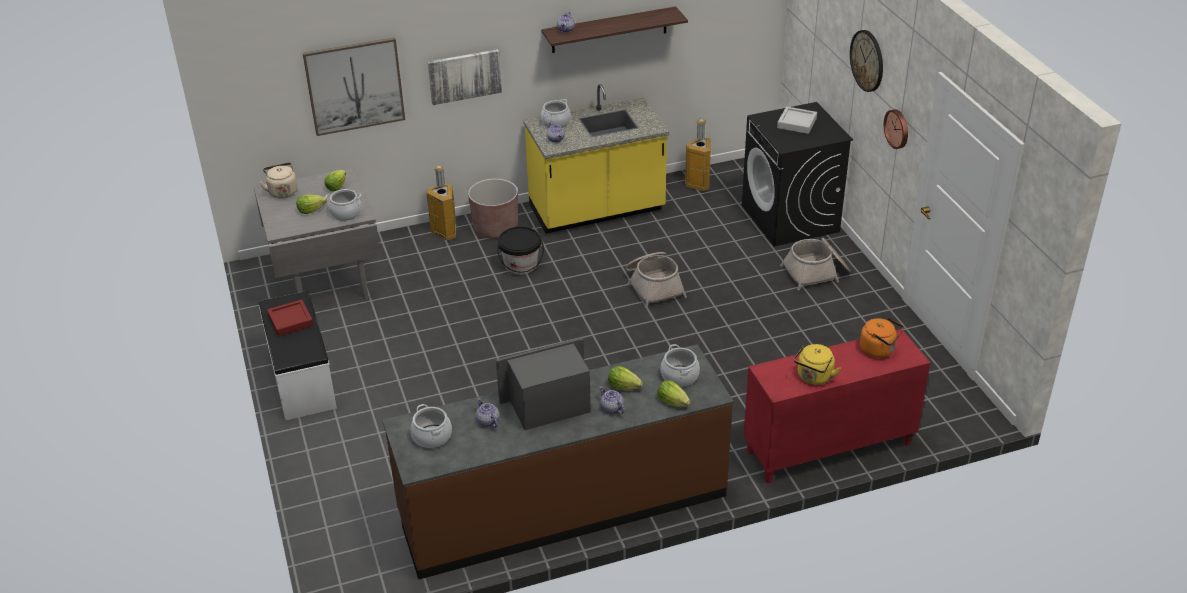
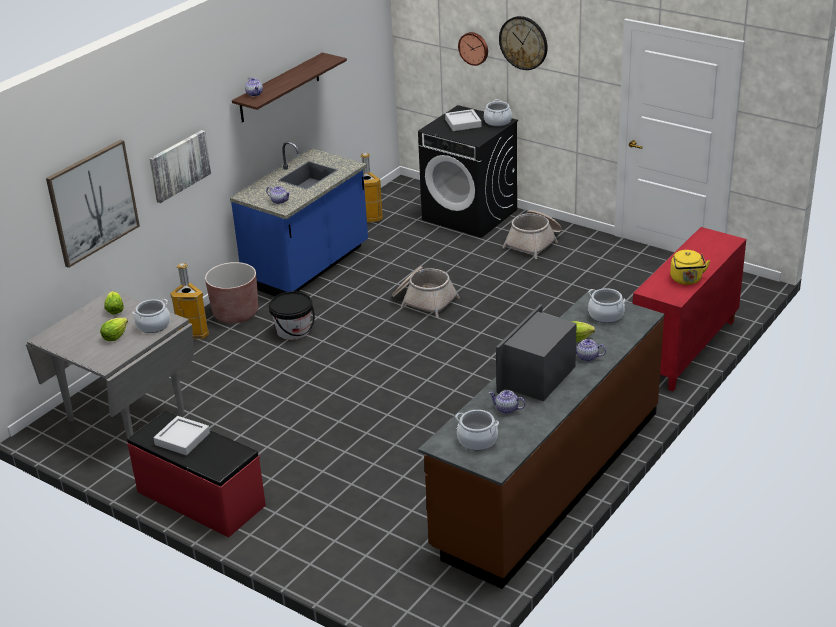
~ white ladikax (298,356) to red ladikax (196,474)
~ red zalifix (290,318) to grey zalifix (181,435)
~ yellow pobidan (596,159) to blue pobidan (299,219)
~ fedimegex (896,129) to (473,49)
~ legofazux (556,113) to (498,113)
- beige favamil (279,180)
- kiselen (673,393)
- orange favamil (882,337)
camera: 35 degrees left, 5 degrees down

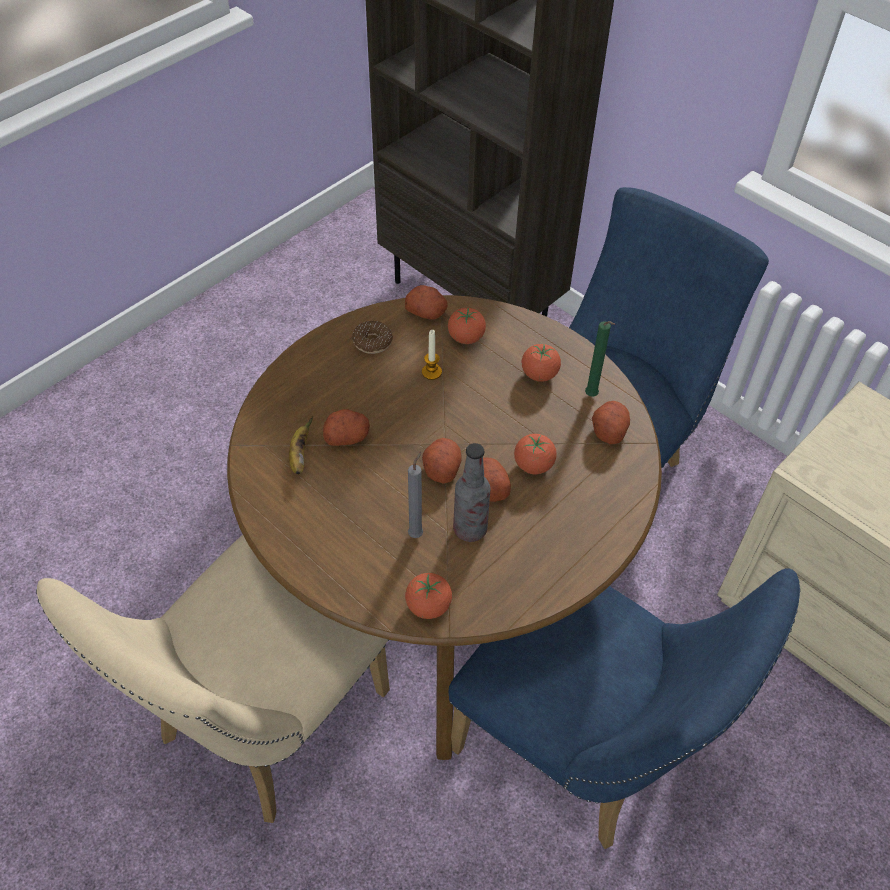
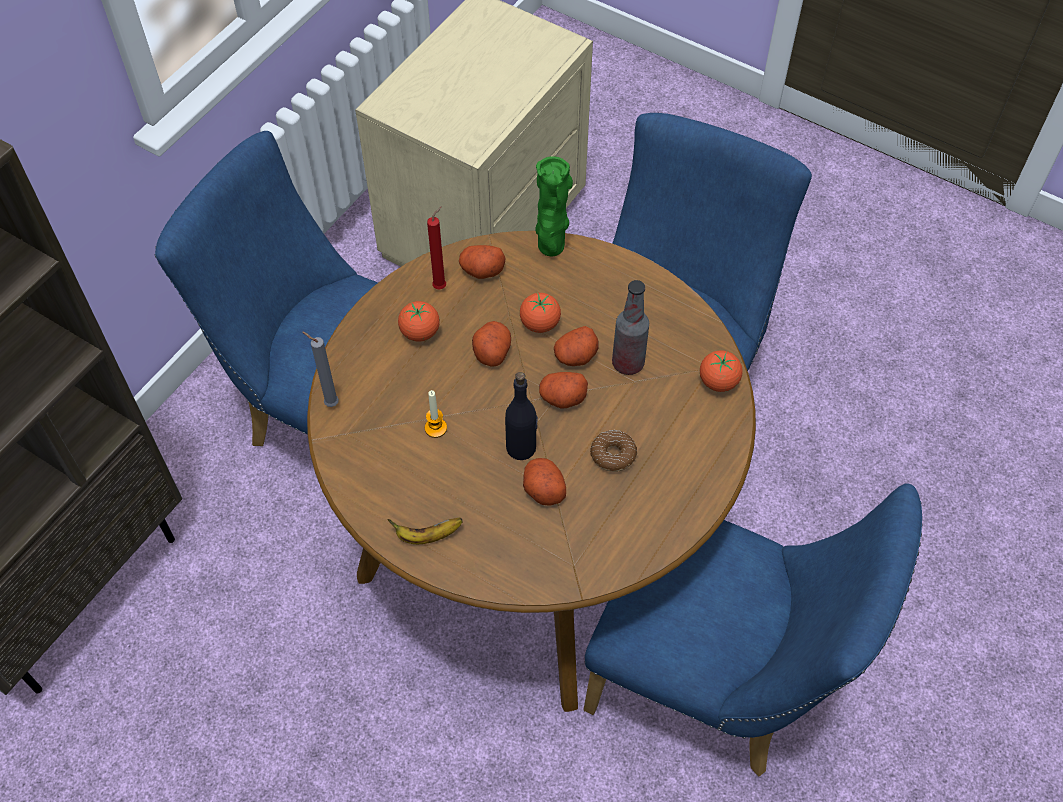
~ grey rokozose (415,495) to (321,369)
~ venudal (301,445) to (425,531)
~ green rokozose (600,359) to red rokozose (436,247)
~ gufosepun (426,302) to (491,344)
+ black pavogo (521,416)
+ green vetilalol (554,206)
~ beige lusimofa (213,679) to blue lusimofa (752,630)
~ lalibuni (372,337) to (613,451)
- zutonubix (467,326)
camera: 100 degrees left, 5 degrees up

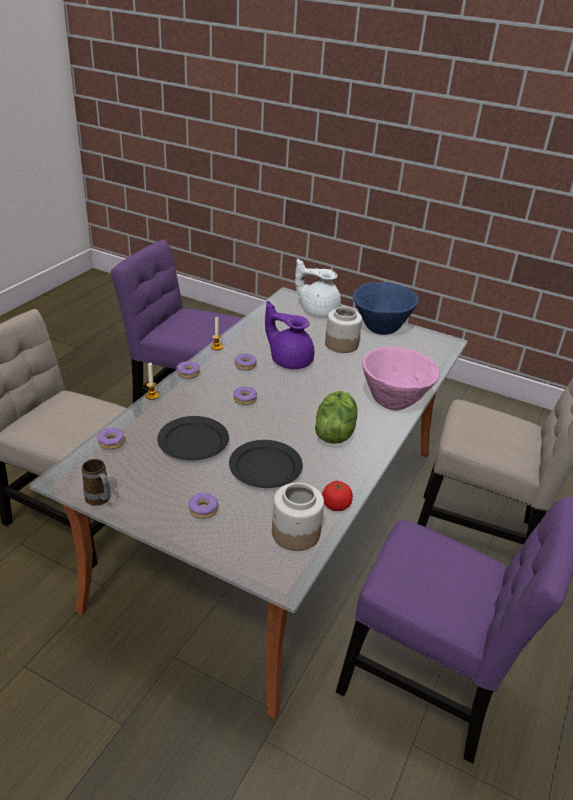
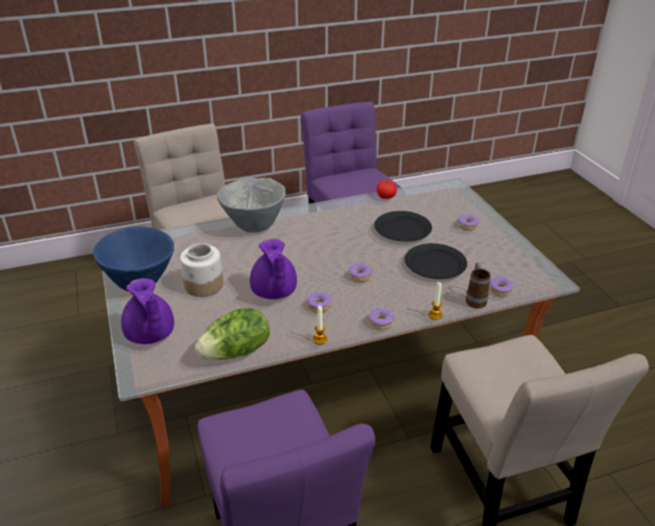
~ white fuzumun (318,288) to purple fuzumun (147,311)
~ kiselen (336,417) to (232,334)
~ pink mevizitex (400,379) to grey mevizitex (251,205)
~ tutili (96,482) to (478,285)
- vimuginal (298,517)
camera: 135 degrees left, 0 degrees up

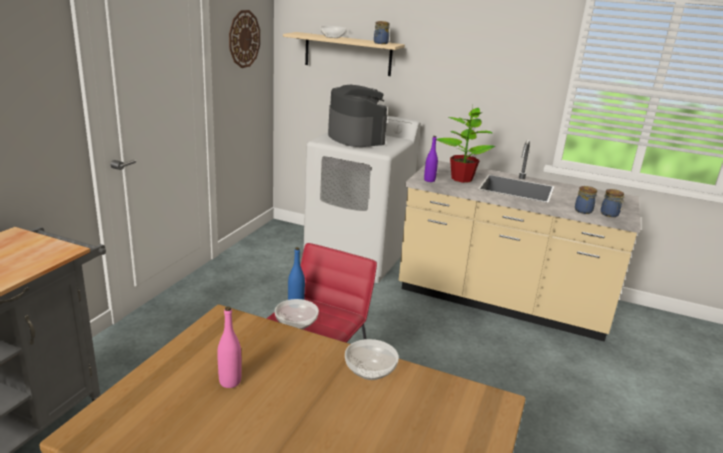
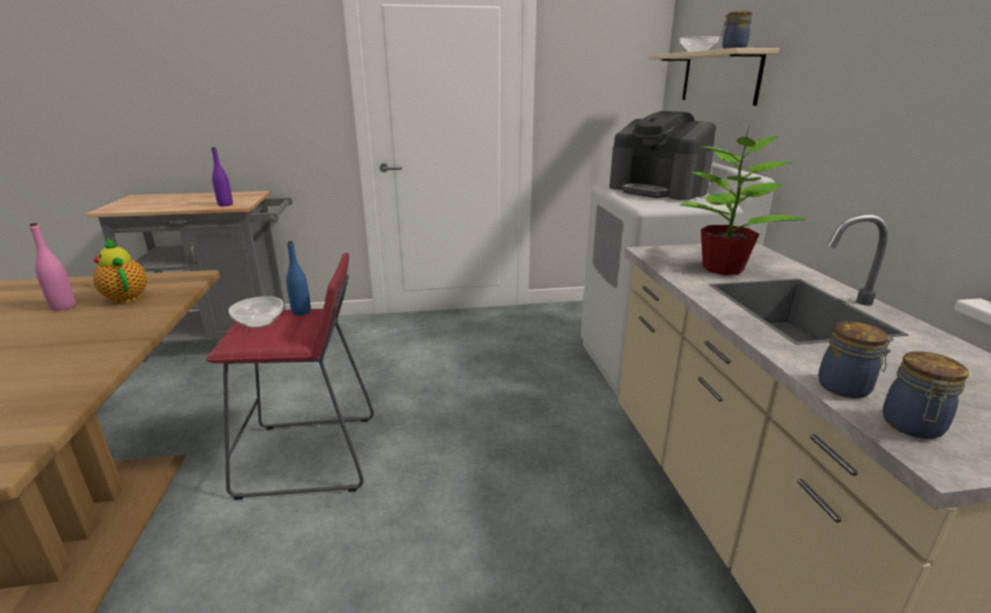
+ fuzumun (120,270)
~ purple pavogo (431,159) to (222,176)
~ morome (357,116) = (662,155) 105 degrees clockwise
- fedimegex (244,39)
- mevizitex (372,359)
camera: 60 degrees right, 0 degrees up

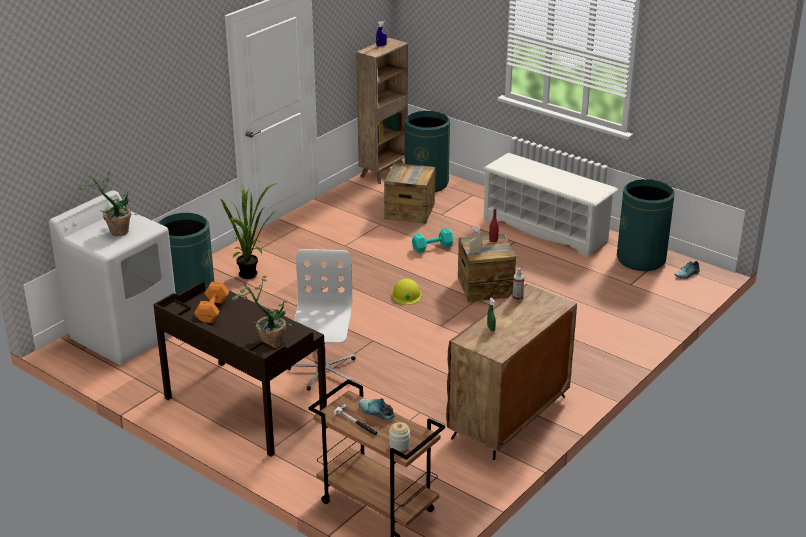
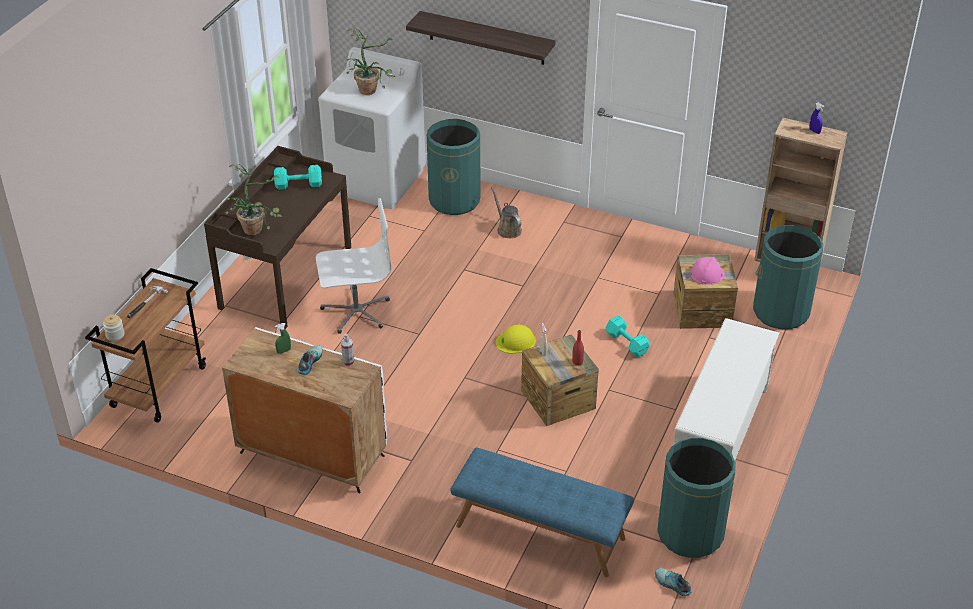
~ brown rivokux (511,371) to white rivokux (304,410)
~ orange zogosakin (211,302) to turquoise zogosakin (298,177)
~ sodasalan (377,409) to (310,360)
+ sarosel (481,38)
+ blue ladikax (542,512)
~ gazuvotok (249,231) to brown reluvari (506,212)
+ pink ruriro (707,271)
camera: 75 degrees right, 10 degrees up

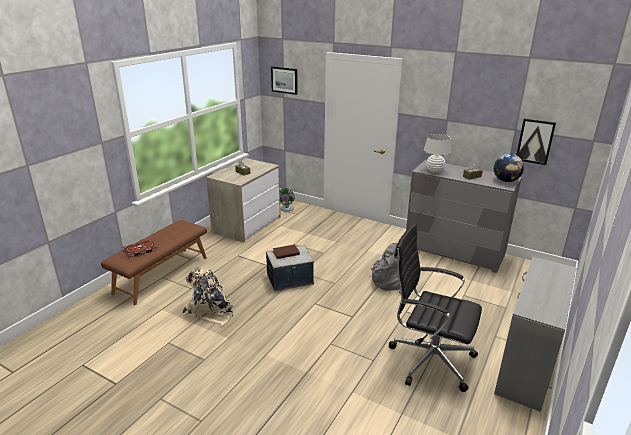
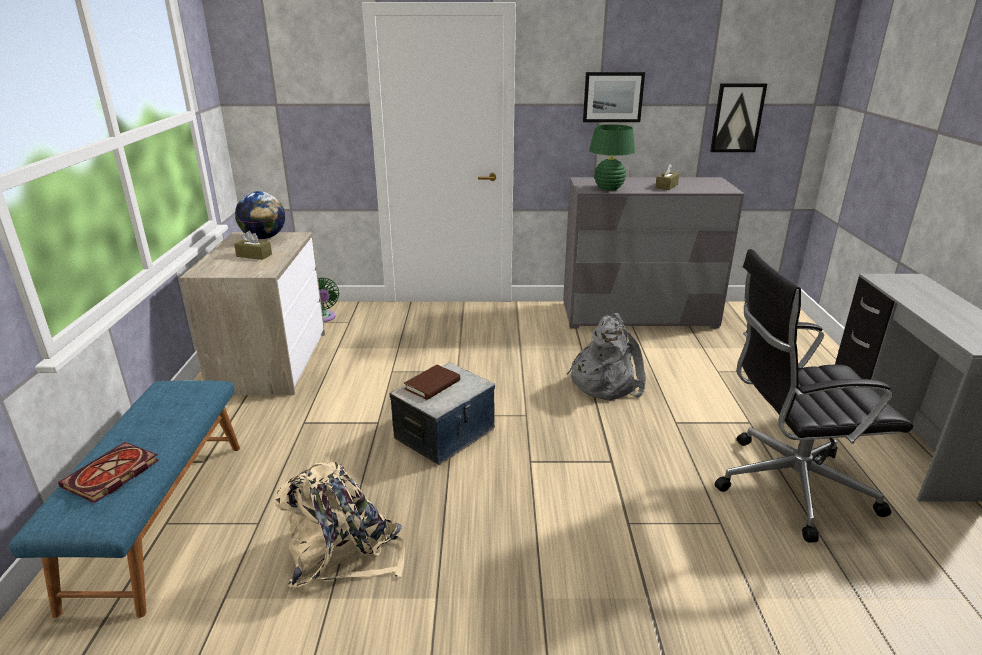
~ brown ladikax (154,262) to blue ladikax (124,499)
~ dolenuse (509,168) to (260,215)
~ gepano (284,80) to (614,97)
~ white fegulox (437,153) to green fegulox (612,157)
camera: 30 degrees left, 0 degrees up

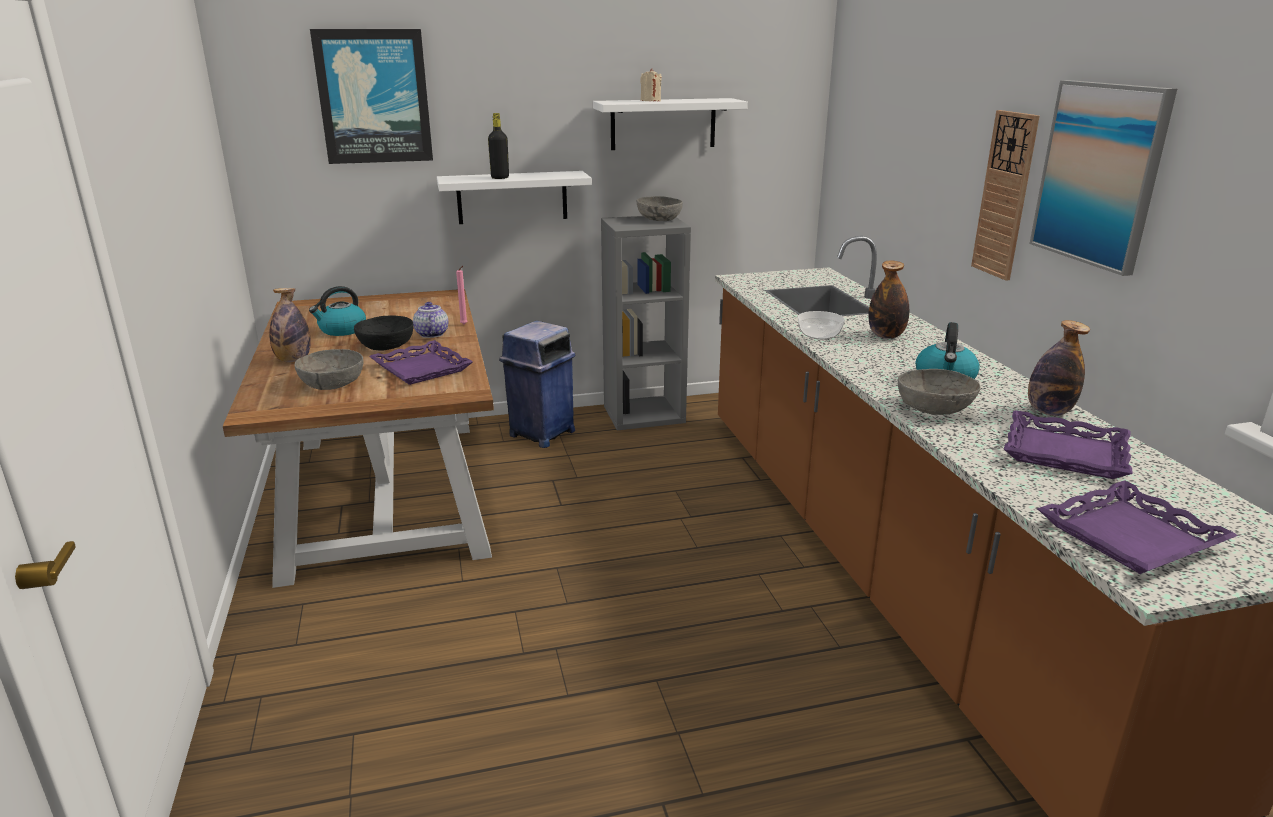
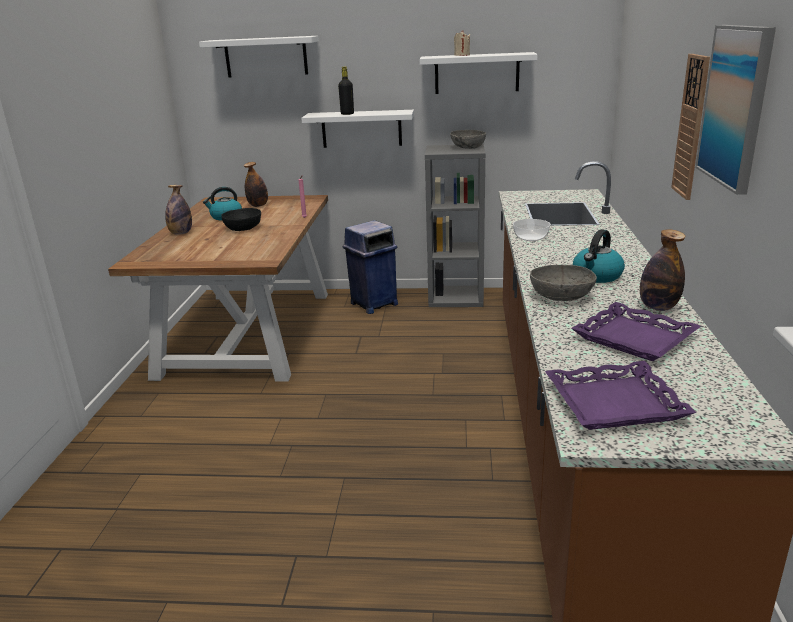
~ gepano (371,96) to white sarosel (259,57)
~ pavogo (888,299) to (256,184)
- grey mevizitex (328,369)
- purple zalifix (421,362)
- fuzumun (431,320)
camera: 20 degrees right, 0 degrees up

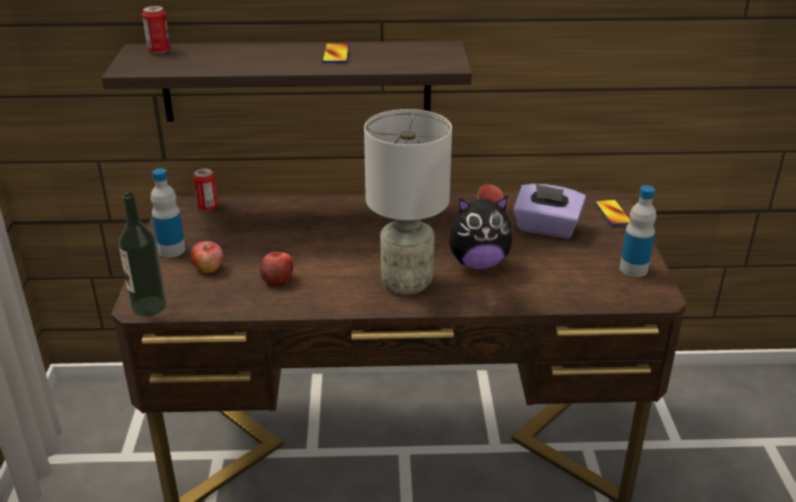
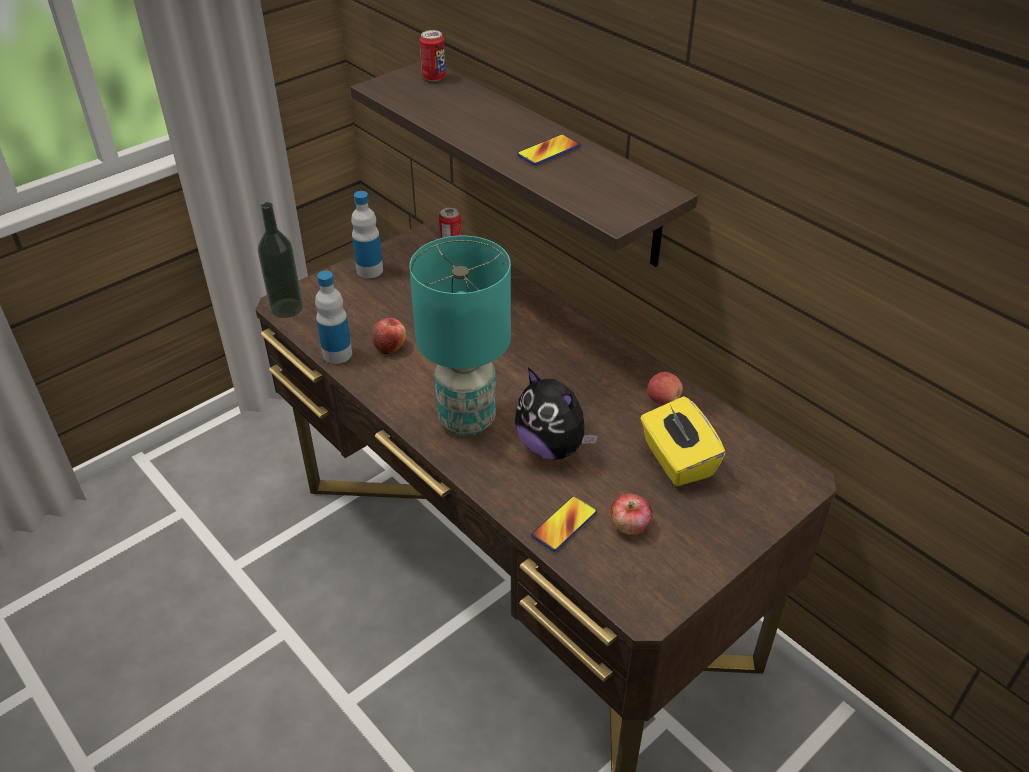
~ pavogo (638,231) to (333,317)
~ grey fegulox (408,202) to turquoise fegulox (460,336)
~ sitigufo (612,212) to (564,524)
~ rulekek (206,257) to (631,514)
~ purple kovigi (549,211) to yellow kovigi (683,441)
camera: 50 degrees right, 10 degrees up

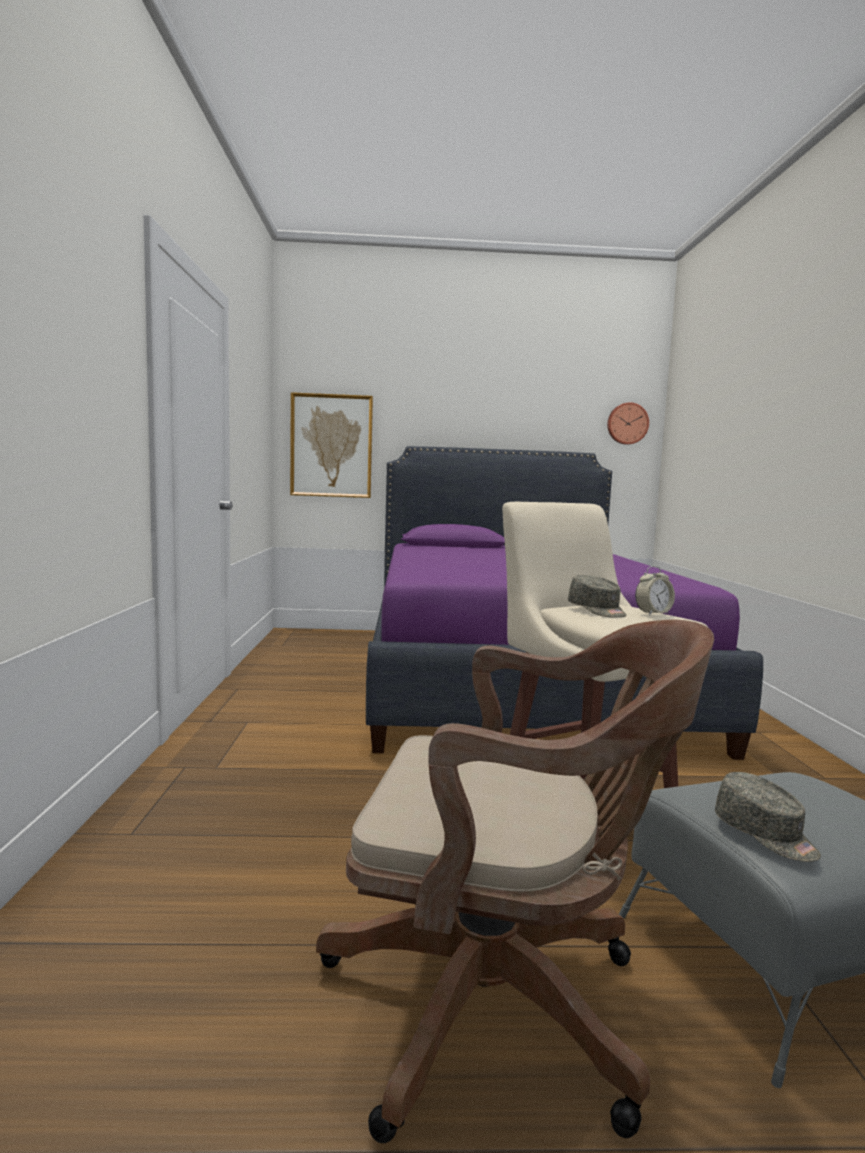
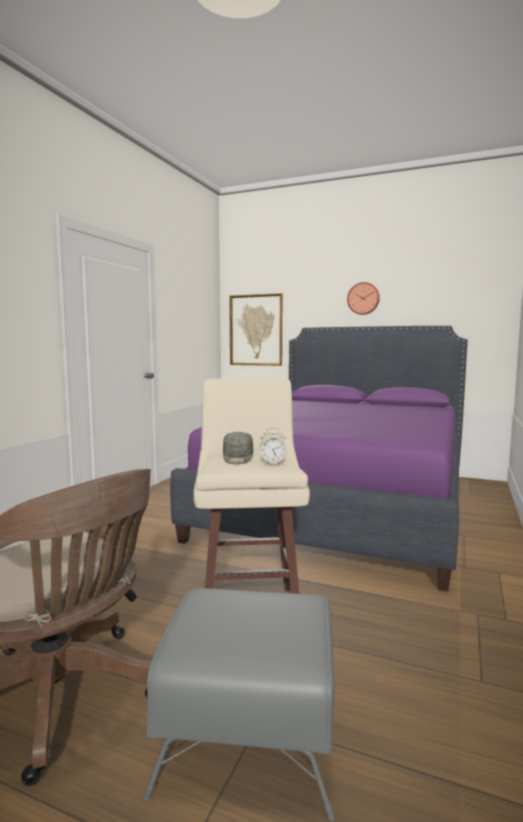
~ fedimegex (628,423) to (363,298)
- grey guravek (768,817)
camera: 25 degrees right, 0 degrees up

